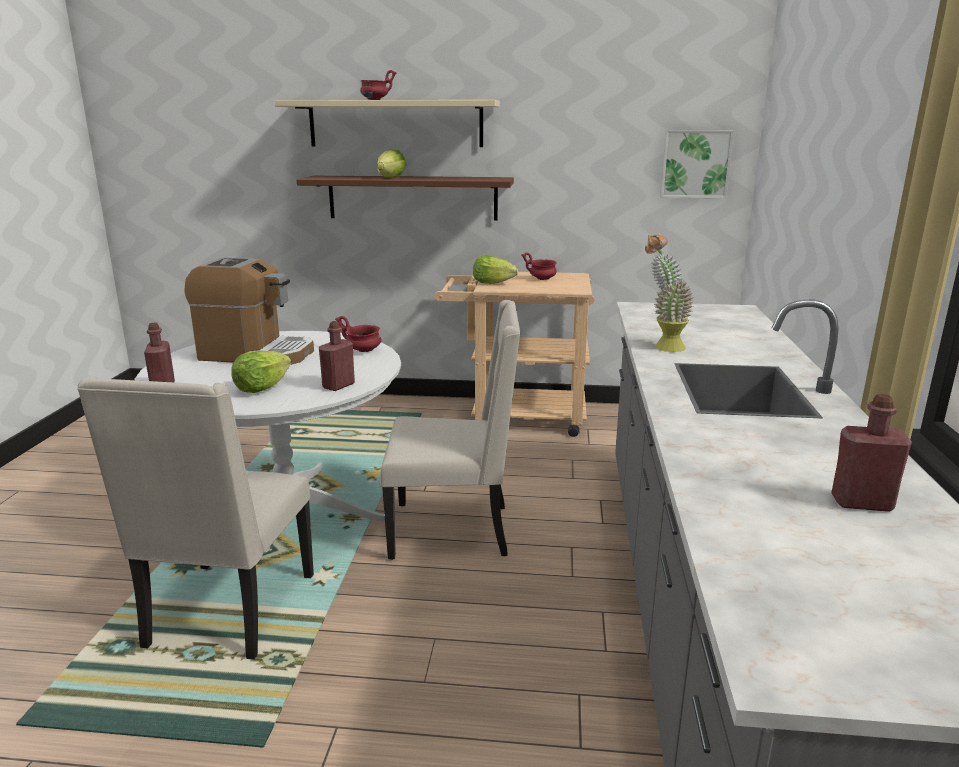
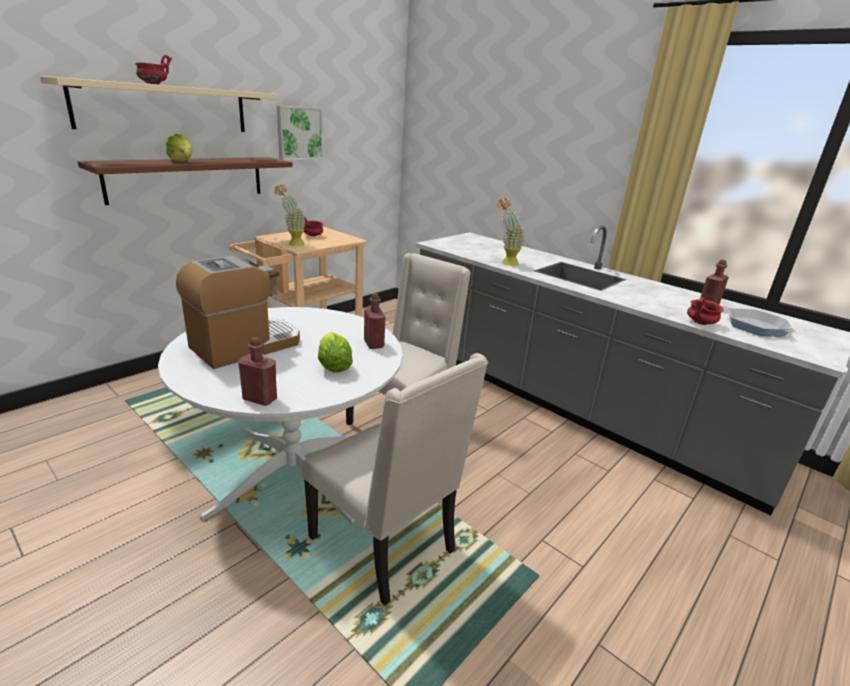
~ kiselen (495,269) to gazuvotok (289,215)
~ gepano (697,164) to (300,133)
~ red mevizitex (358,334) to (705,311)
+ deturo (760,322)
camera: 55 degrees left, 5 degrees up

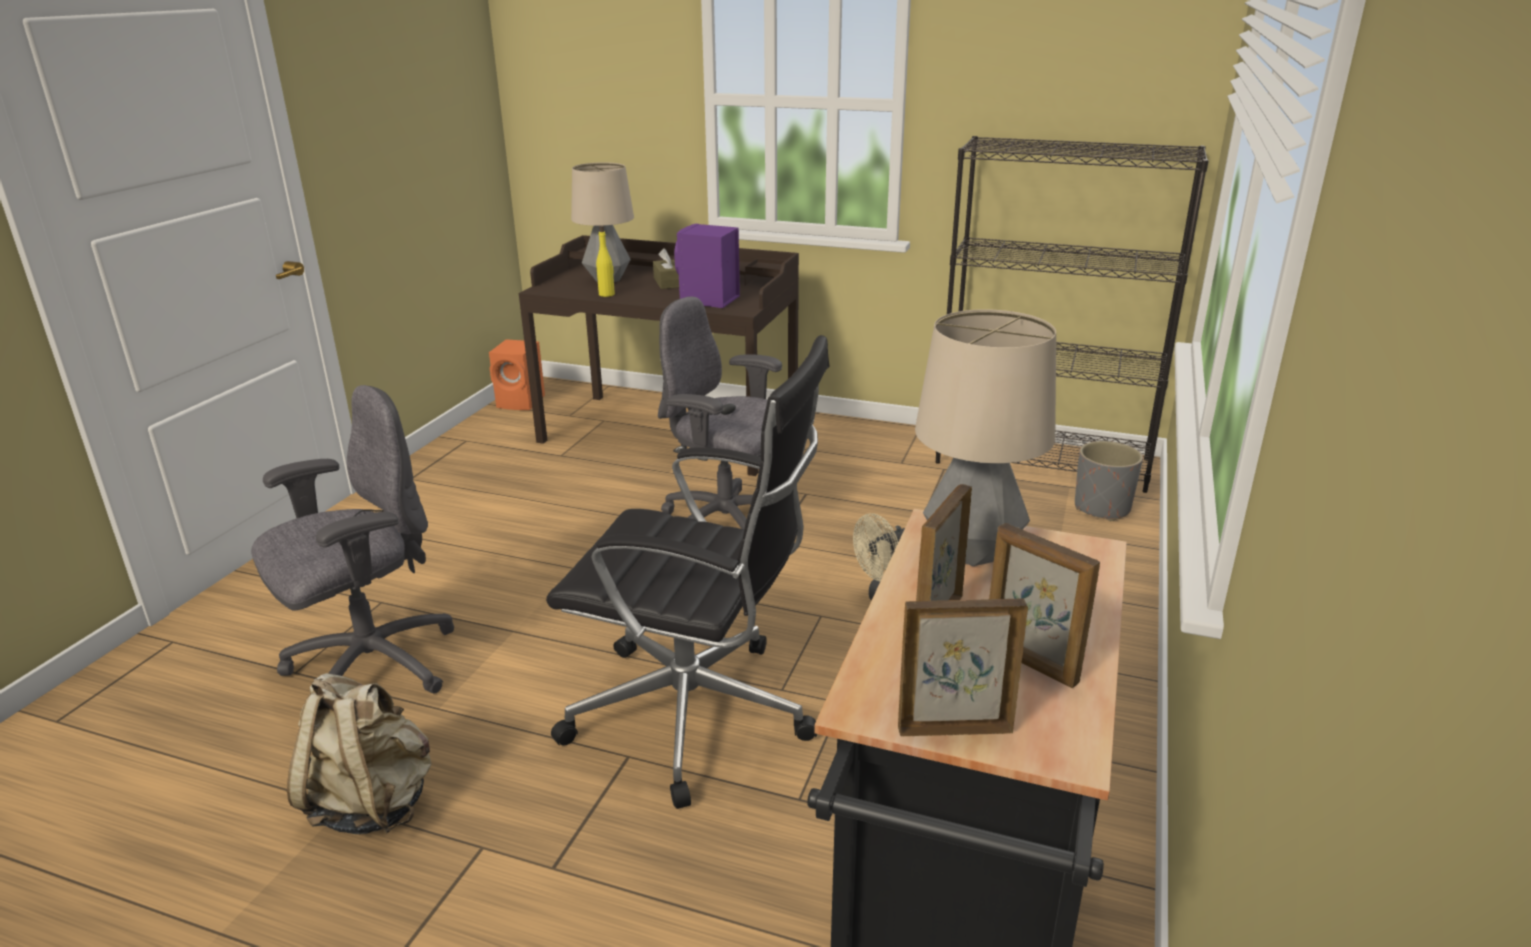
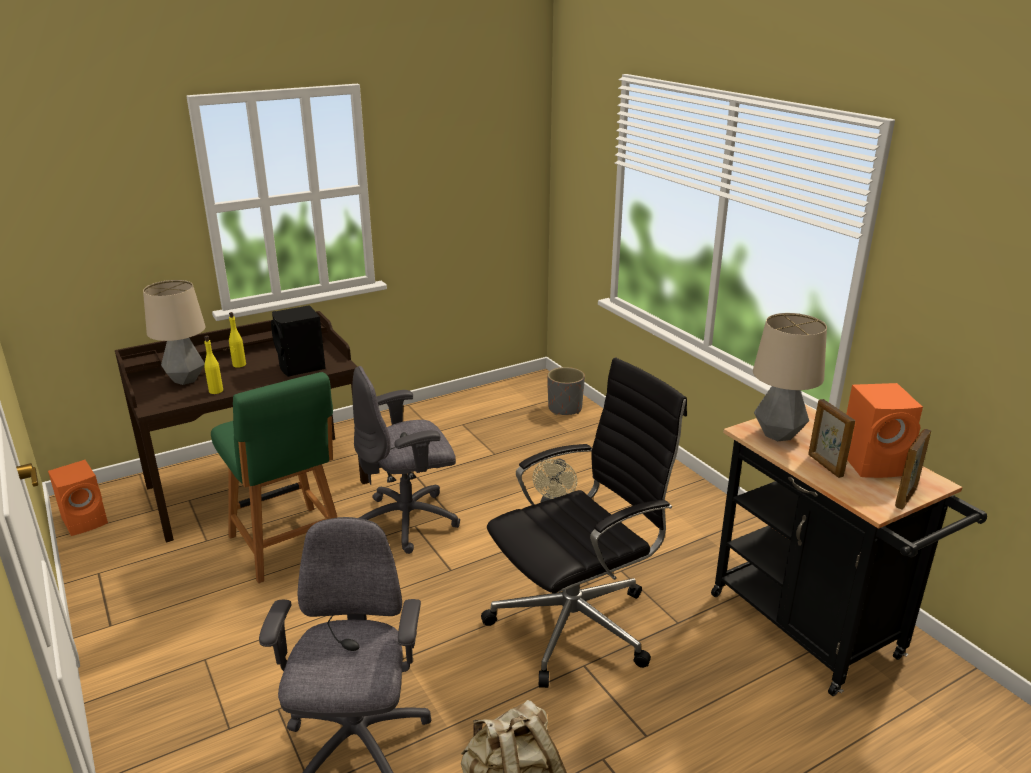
+ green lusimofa (274,477)
~ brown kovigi (666,268) to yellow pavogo (237,340)
~ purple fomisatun (707,266) to black fomisatun (298,341)
~ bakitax (1044,605) to orange fomisatun (884,430)
- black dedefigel (1072,314)
camera: 50 degrees left, 0 degrees up

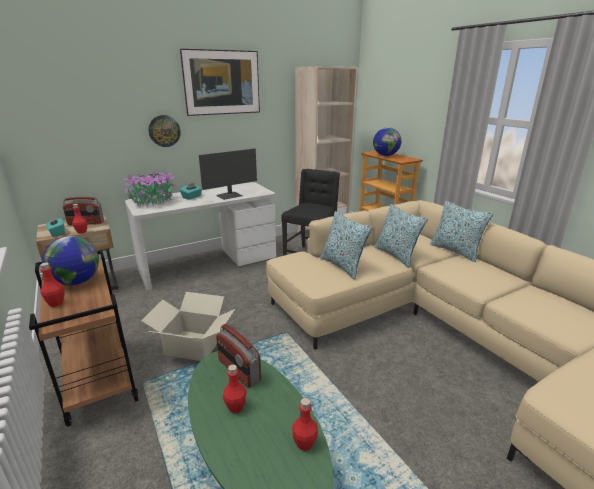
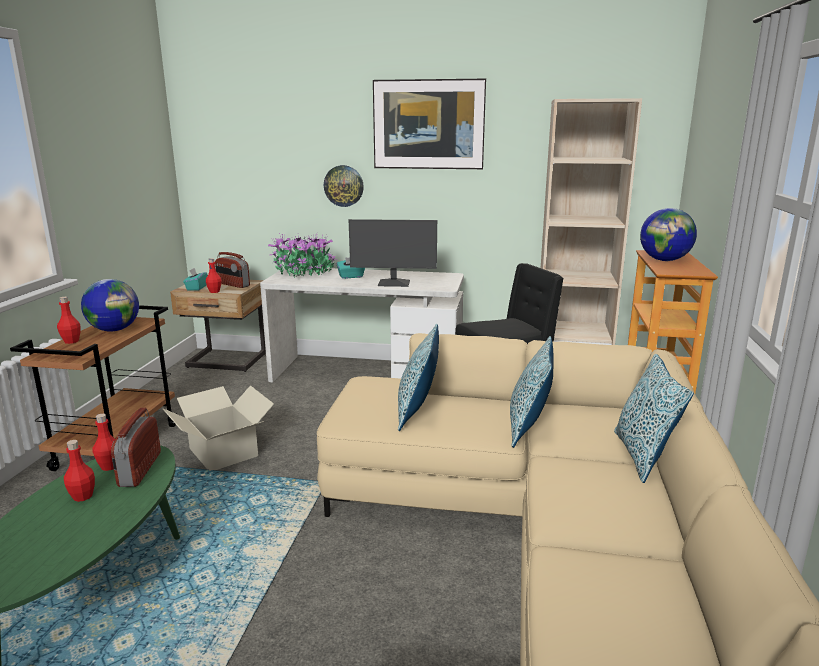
~ red pavogo (305,424) to (103,442)
camera: 40 degrees right, 5 degrees down

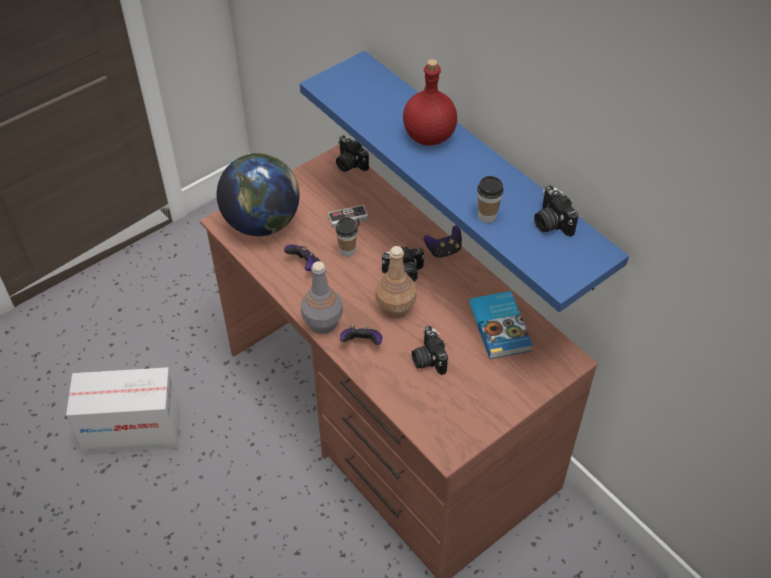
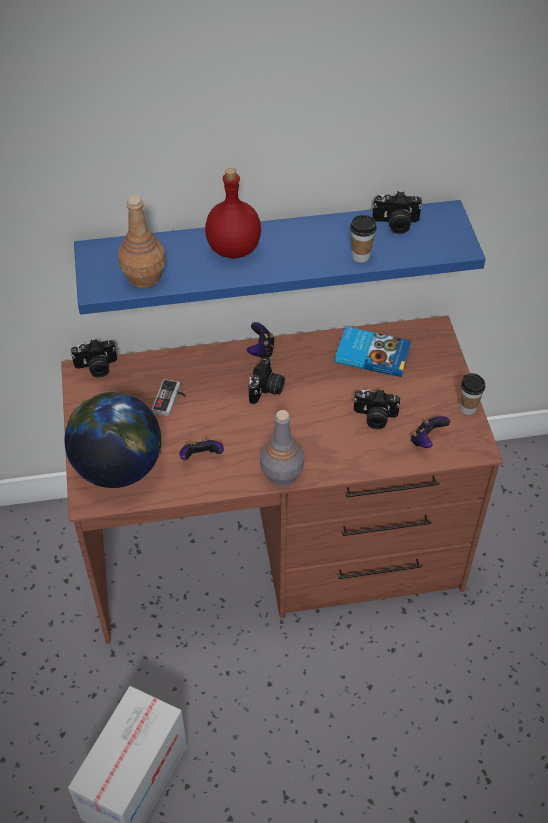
~ brown pavogo (396,282) to (142,241)
~ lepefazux (361,335) to (430,432)
~ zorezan (347,237) to (472,394)
camera: 60 degrees left, 0 degrees up

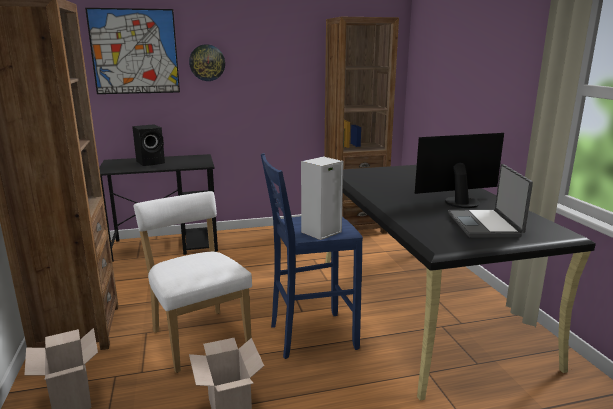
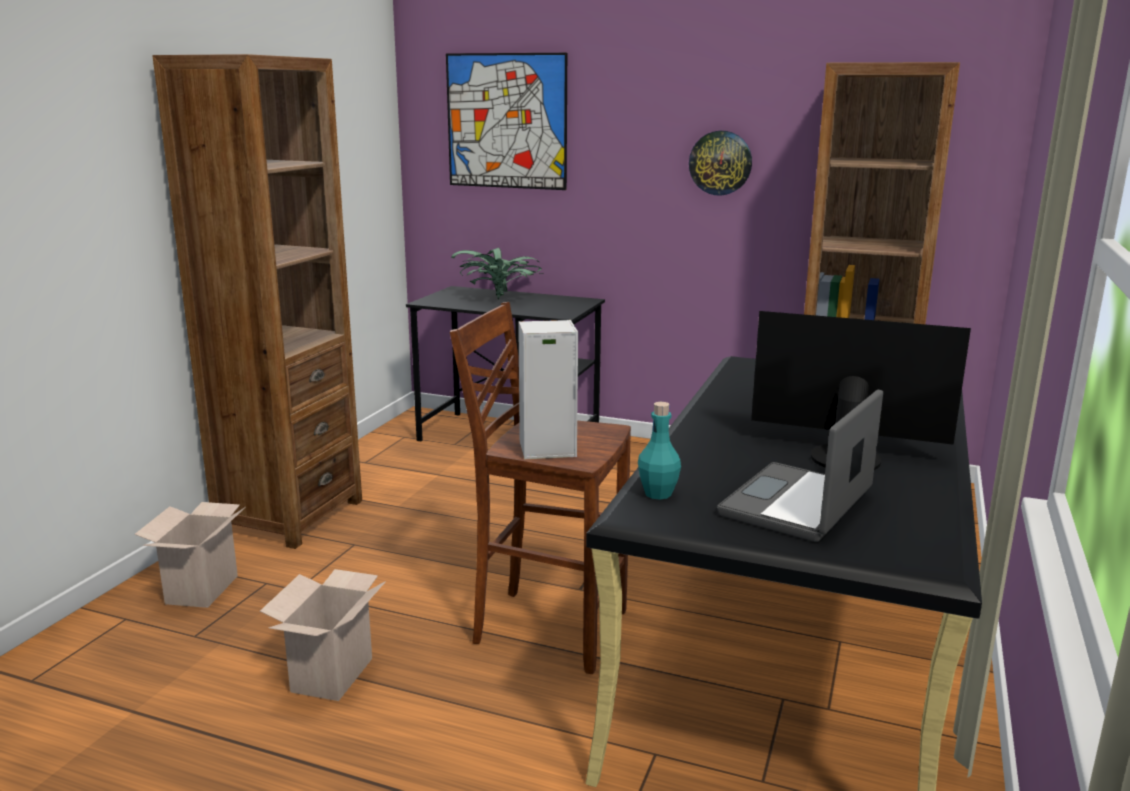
~ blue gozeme (312,256) to brown gozeme (540,488)
~ black fomisatun (148,145) to gazuvotok (497,274)
+ turquoise pavogo (659,451)
~ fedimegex (207,62) to (720,163)
- white lusimofa (193,282)
camera: 35 degrees right, 0 degrees up

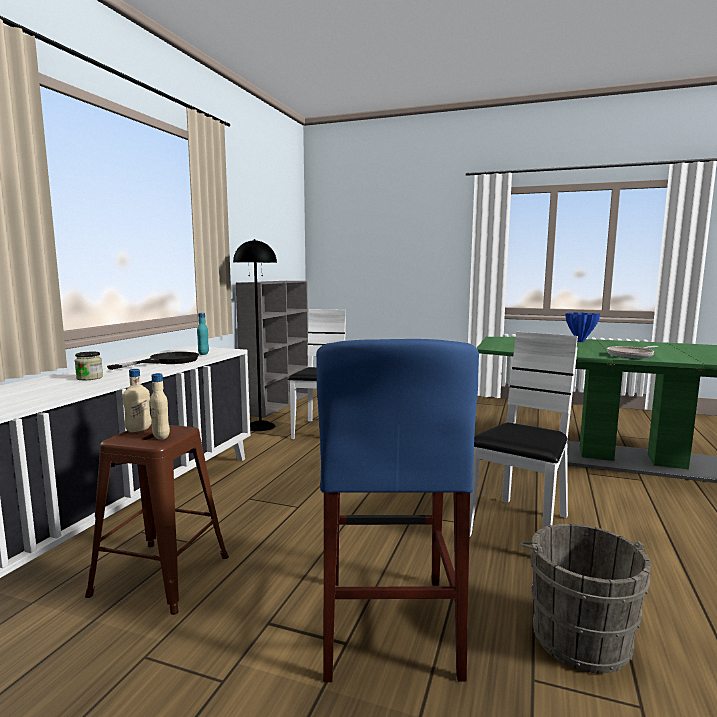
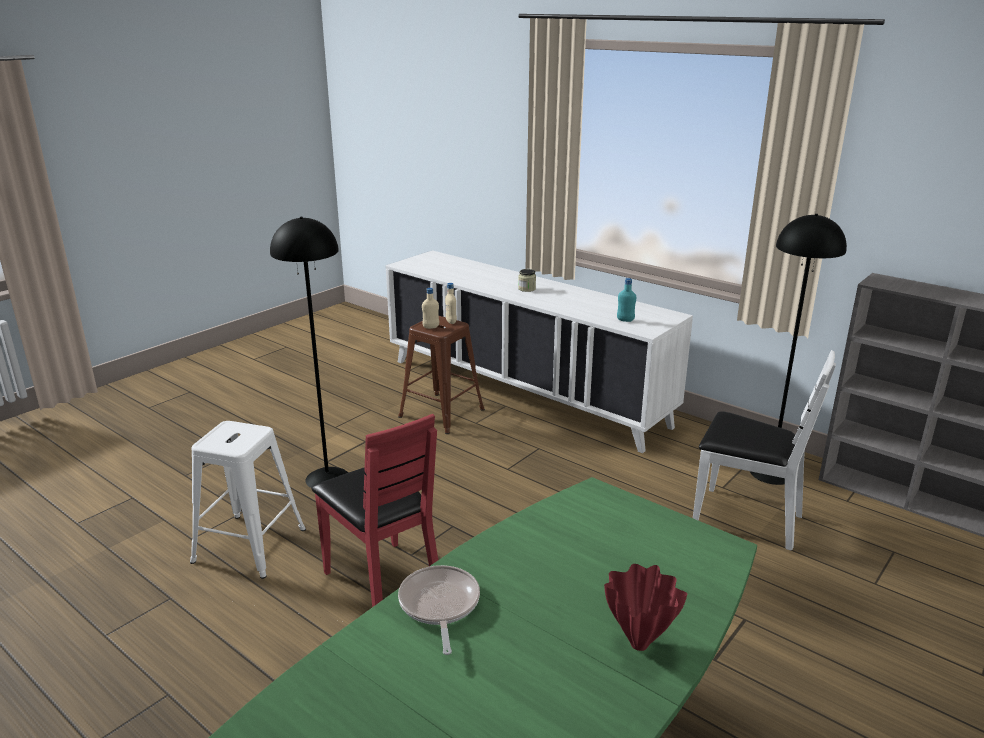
~ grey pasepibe (585,599) to white gozeme (248,500)
~ blue gozeme (397,510) to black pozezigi (309,352)
~ white lusimofa (523,434) to red lusimofa (375,510)
~ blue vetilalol (582,327) to red vetilalol (645,607)
- black deturo (153,361)
camera: 110 degrees right, 15 degrees up

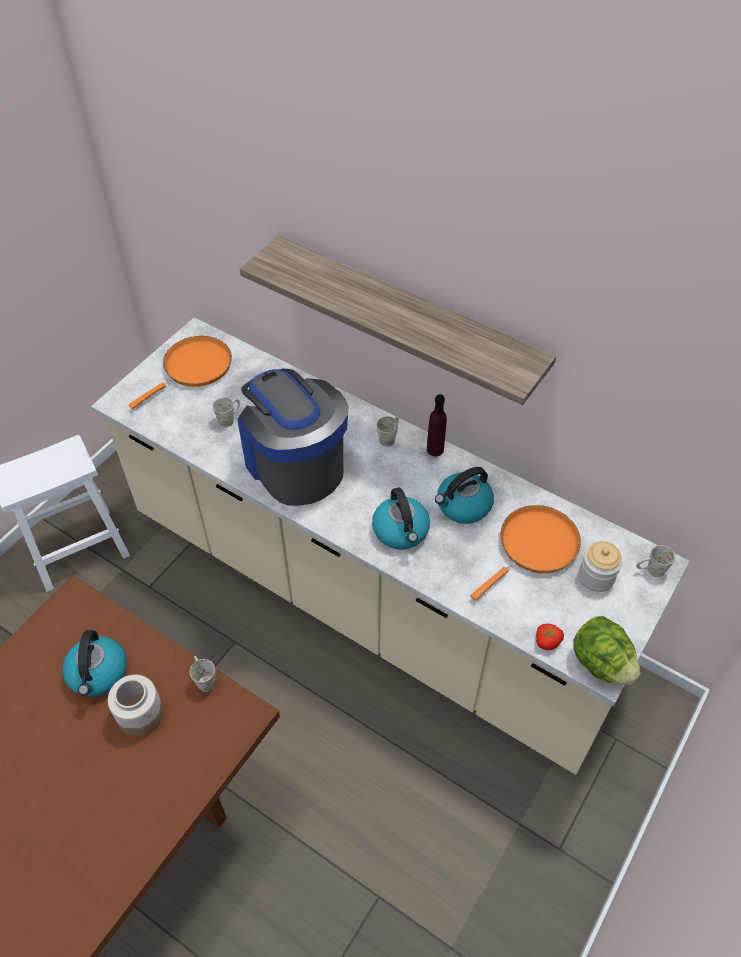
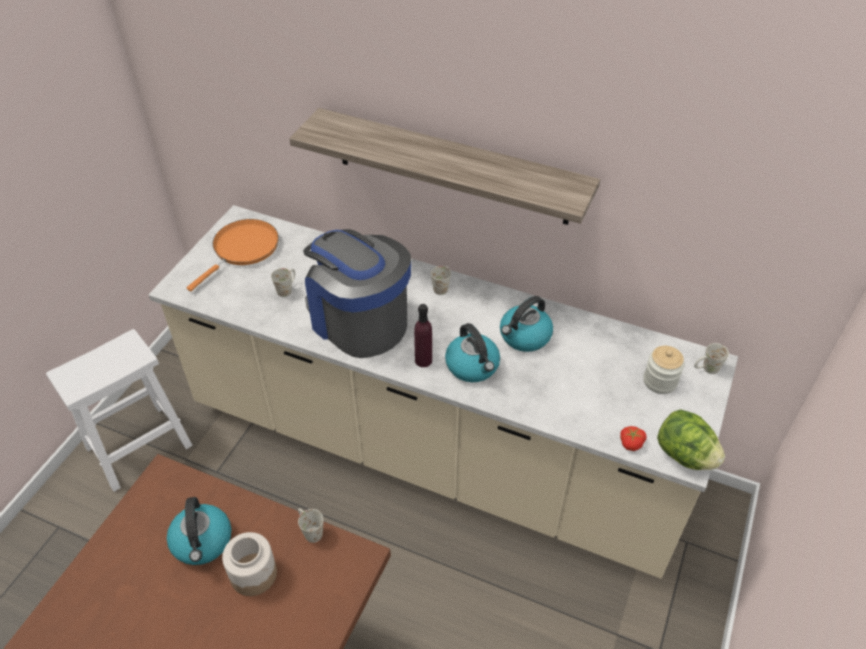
~ purple pavogo (437,425) to (423,335)
- orange deturo (526,553)
camera: 10 degrees left, 5 degrees down

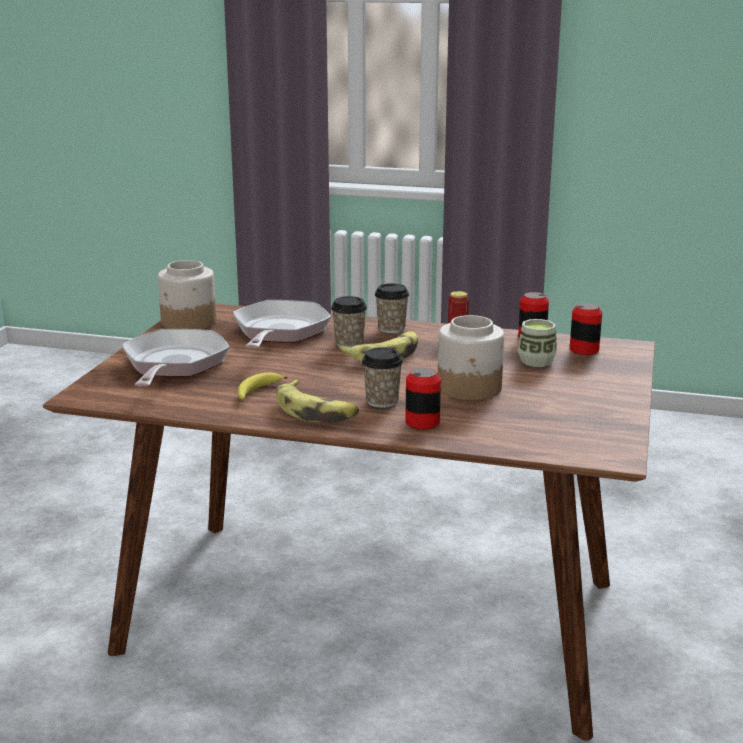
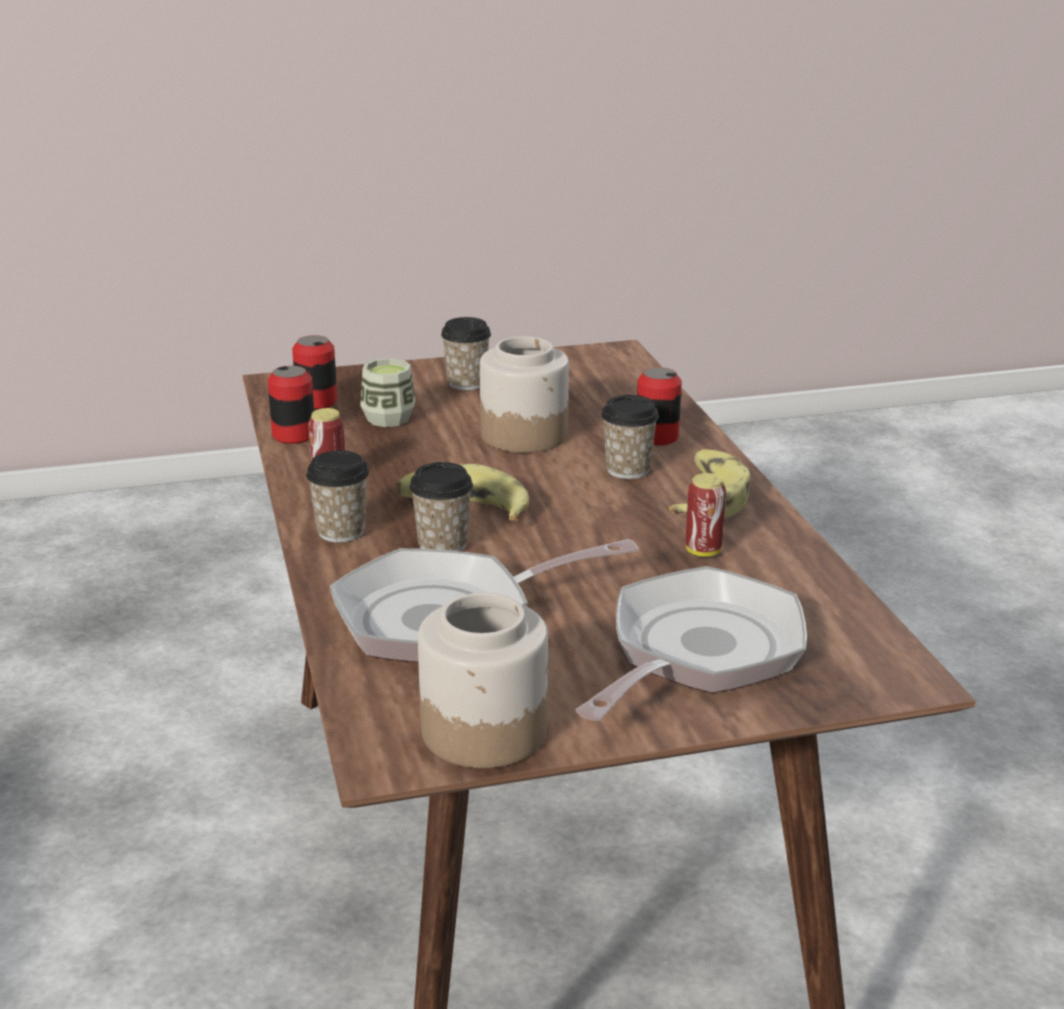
+ zorezan (466,353)
~ deturo (176,358) = (691,643) 150 degrees clockwise
~ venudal (263,386) to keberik (706,515)
camera: 120 degrees left, 5 degrees up

